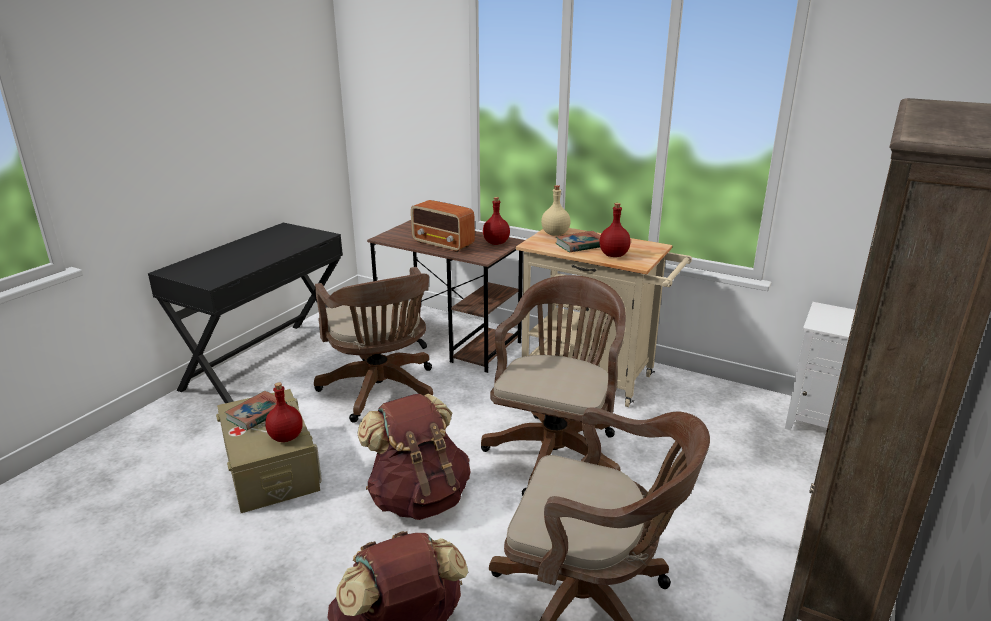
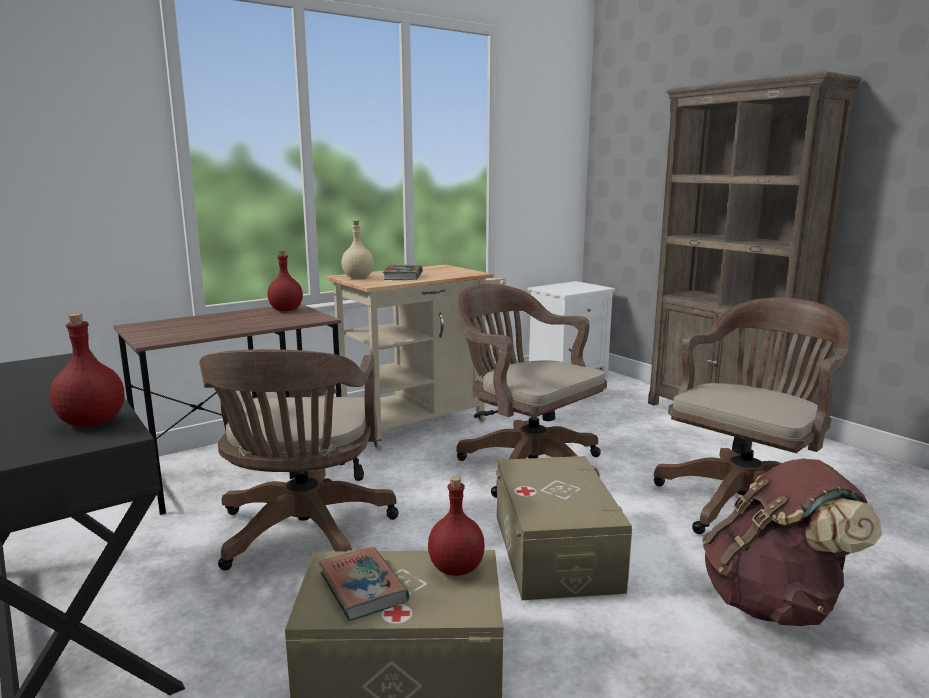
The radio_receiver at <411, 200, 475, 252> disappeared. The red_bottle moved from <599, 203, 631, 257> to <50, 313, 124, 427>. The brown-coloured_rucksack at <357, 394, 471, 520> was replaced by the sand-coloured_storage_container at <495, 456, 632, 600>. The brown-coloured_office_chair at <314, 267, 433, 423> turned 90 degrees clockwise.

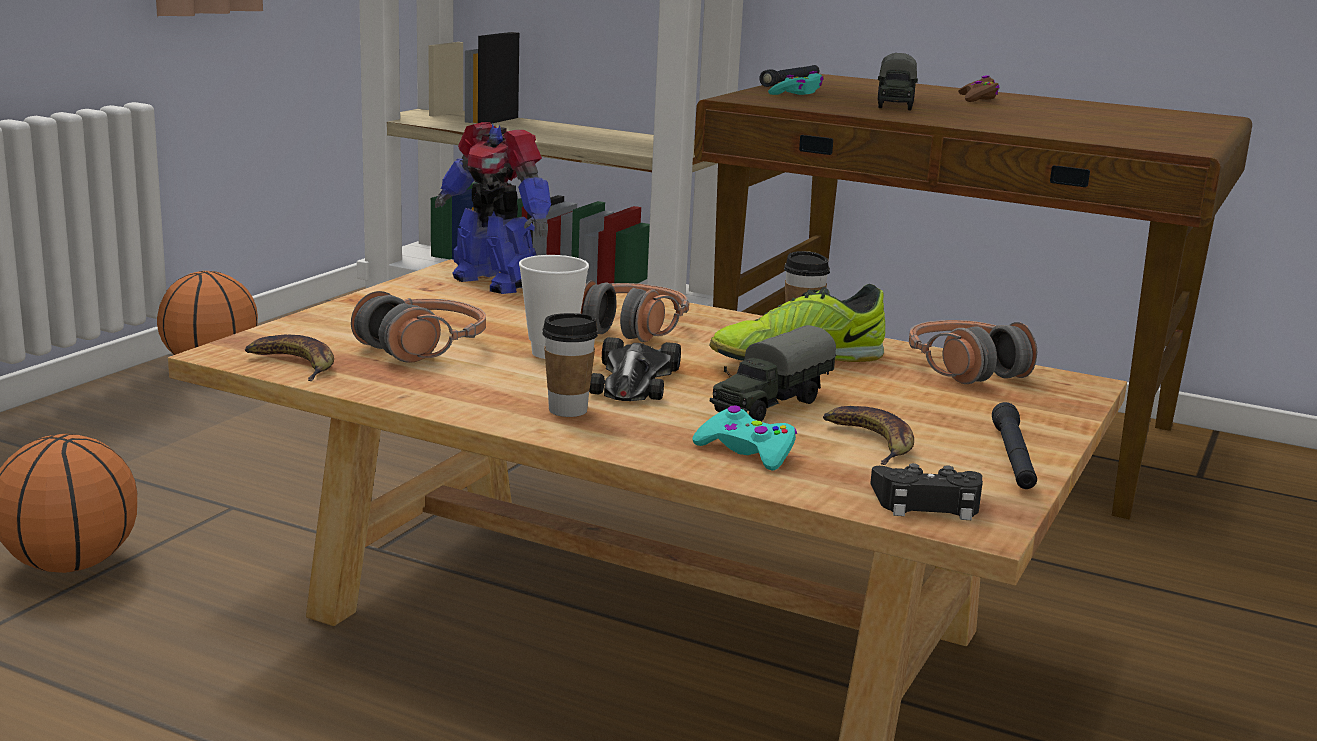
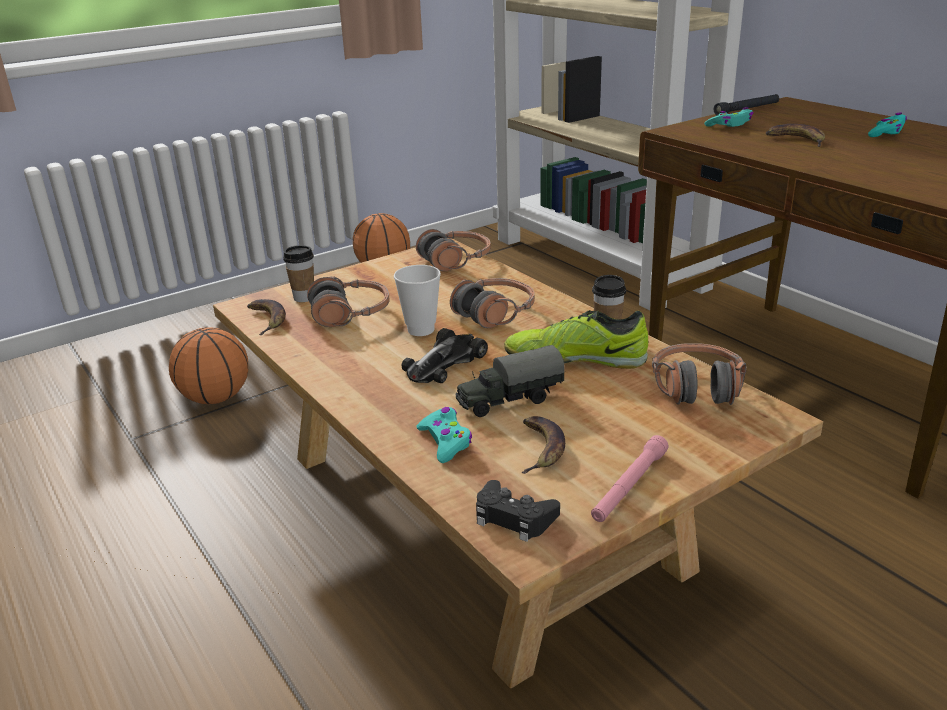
The drinking_cup moved from <542, 313, 598, 417> to <283, 245, 314, 302>. The toy_robot at <435, 122, 551, 294> was replaced by the headphones at <416, 229, 491, 271>. The toy_lorry at <878, 53, 918, 110> was replaced by the whole_banana at <766, 124, 825, 147>. The brown-coloured_joypad at <958, 75, 999, 102> became the blue-green_joypad at <868, 113, 907, 137>. The blackish_hand_torch at <992, 402, 1037, 489> became the pink-coloured_hand_torch at <591, 435, 669, 522>.

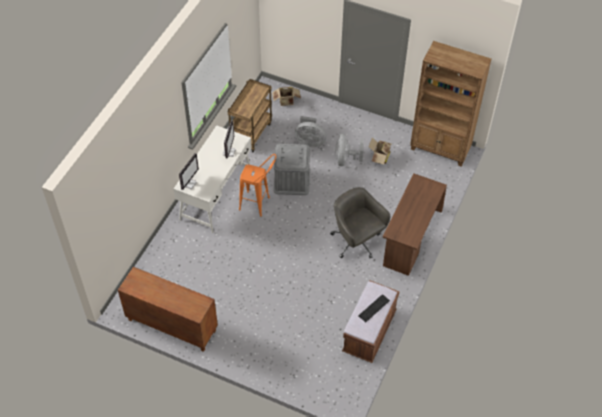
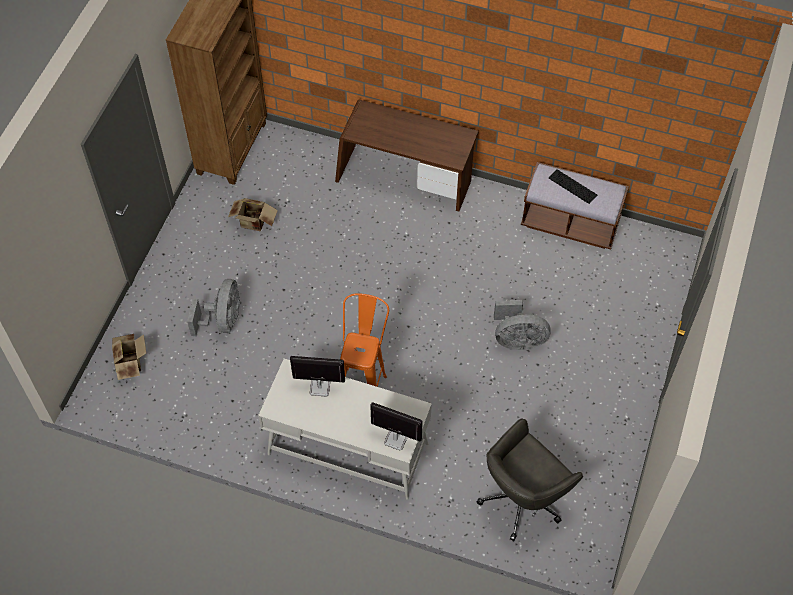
The brown-coloured_cabinet at <118, 267, 218, 352> disappeared. The brown-coloured_cart at <228, 79, 272, 152> disappeared. The gray_storage_container at <273, 144, 310, 195> disappeared. The gray_office_chair moved from <330, 187, 390, 258> to <476, 418, 583, 541>. The gray_electric_fan moved from <335, 134, 364, 166> to <494, 300, 551, 350>.

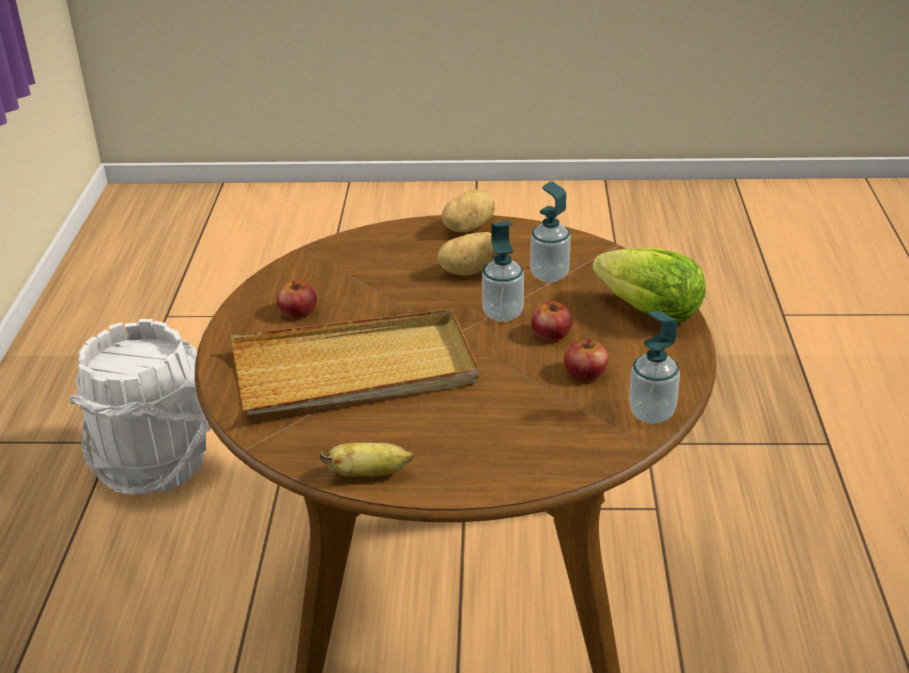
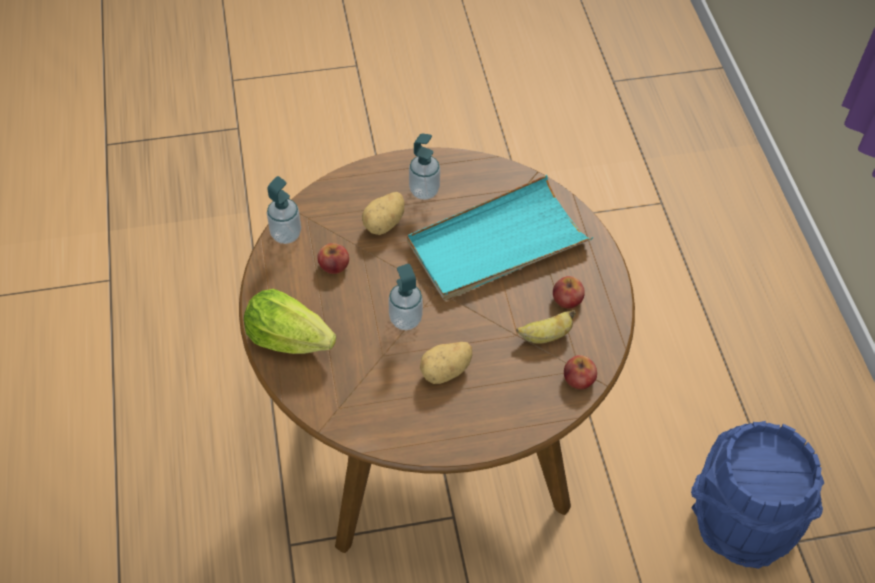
The whole_banana moved from <320, 443, 414, 476> to <516, 310, 576, 344>. The whole_potato moved from <441, 188, 495, 232> to <362, 192, 405, 235>. The liquid_soap_bottle moved from <530, 181, 571, 282> to <409, 133, 440, 200>. The apple moved from <531, 301, 573, 341> to <564, 355, 597, 389>. The white_bucket at <70, 319, 211, 495> became the bluish_bucket at <691, 421, 824, 569>. The sand-coloured_carrying_tray at <231, 309, 479, 415> became the blue-green_carrying_tray at <407, 175, 593, 300>.

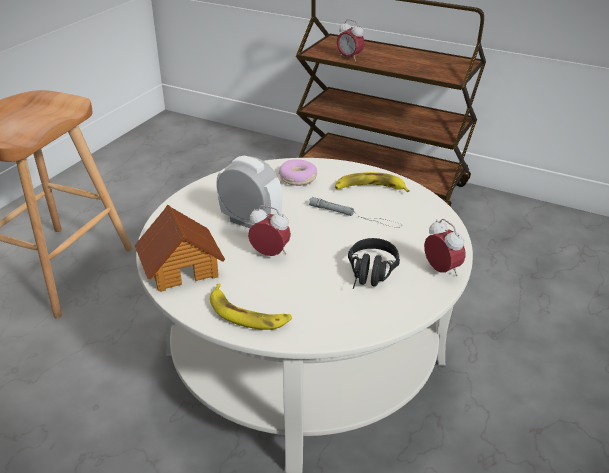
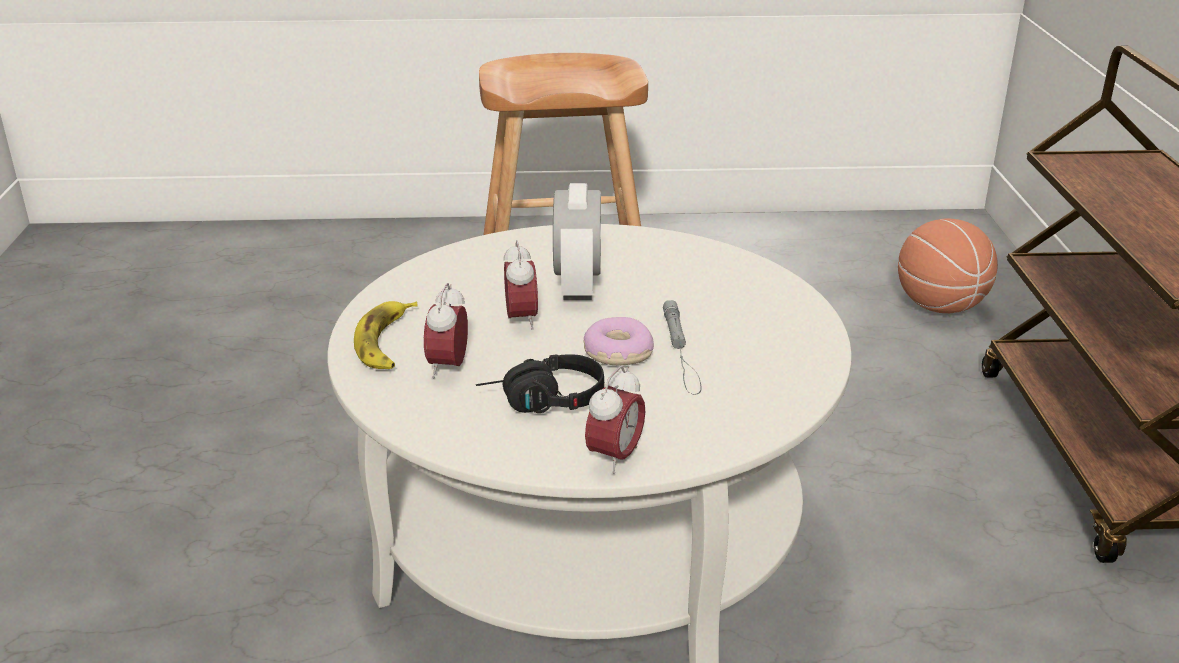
The miniature_house at <135, 205, 225, 292> disappeared. The whole_banana at <335, 172, 410, 192> disappeared. The ball_for_basketball at <898, 218, 998, 313> appeared. The ring_doughnut moved from <279, 159, 317, 186> to <584, 317, 654, 366>. The bedside_clock moved from <337, 19, 365, 62> to <424, 283, 468, 379>.

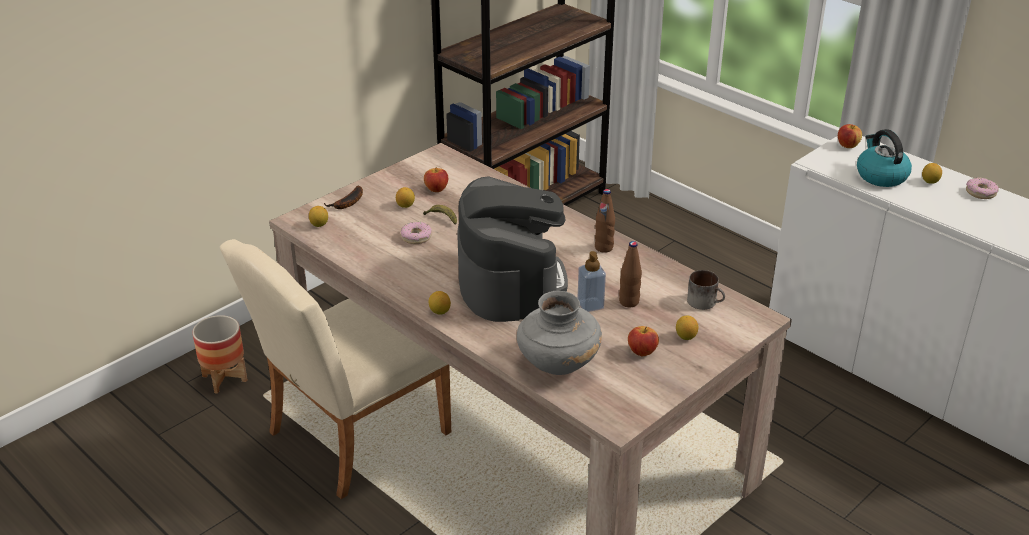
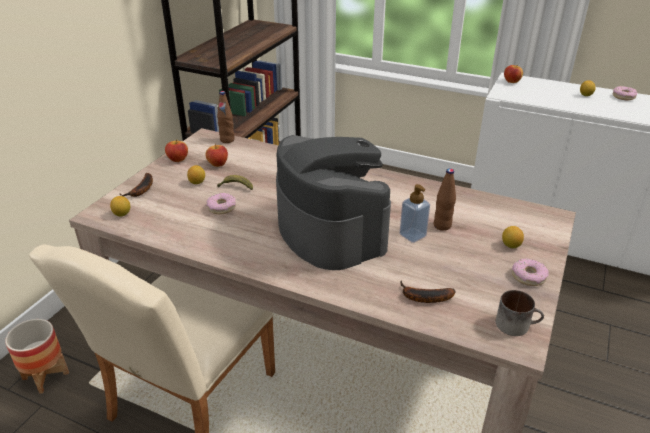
The whole_lemon at <429, 291, 451, 315> disappeared. The water_kettle at <857, 129, 912, 187> disappeared. The ring_doughnut at <512, 258, 549, 286> appeared. The brown-coloured_bottle moved from <595, 189, 615, 253> to <217, 91, 234, 143>. The apple moved from <628, 326, 659, 356> to <165, 139, 188, 162>. The mug moved from <687, 270, 725, 310> to <496, 290, 544, 336>. The gray_flower_vase at <517, 291, 602, 375> was replaced by the whole_banana at <401, 280, 456, 303>.

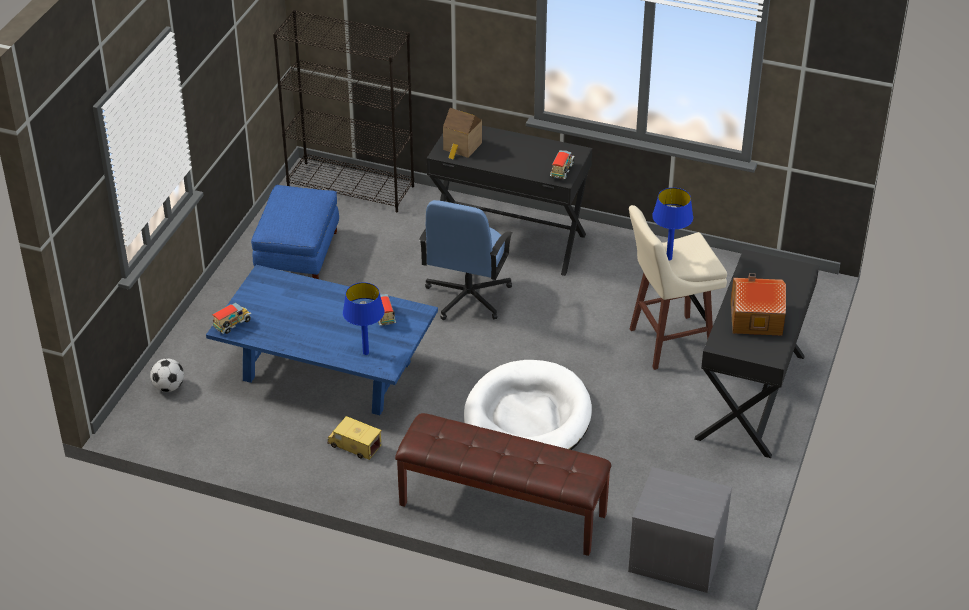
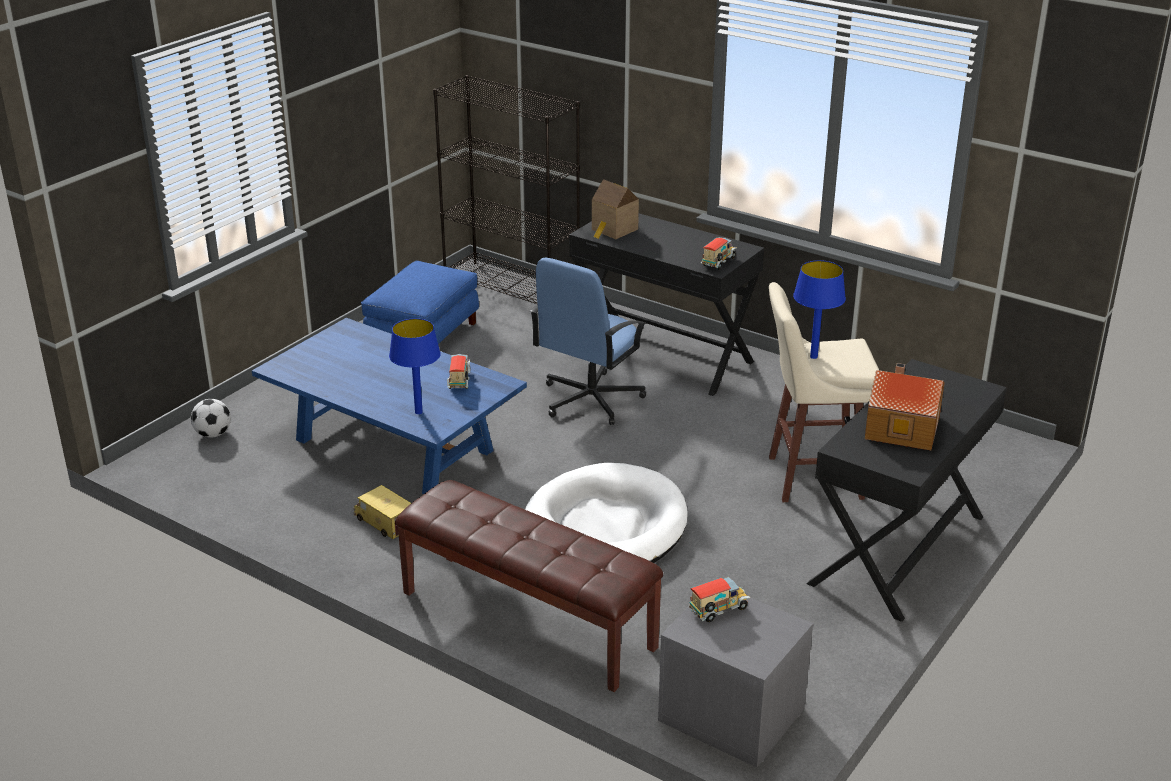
The toy_lorry moved from <212, 303, 252, 334> to <689, 577, 750, 622>.

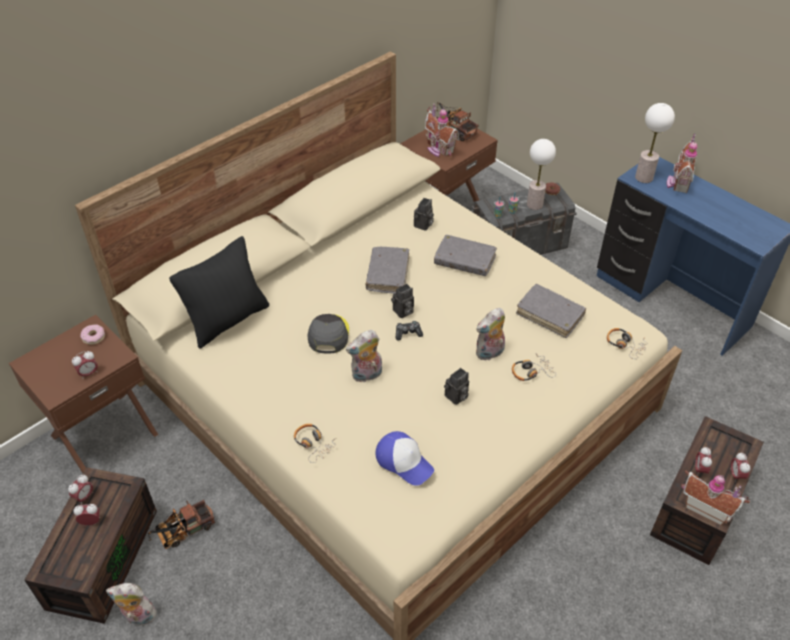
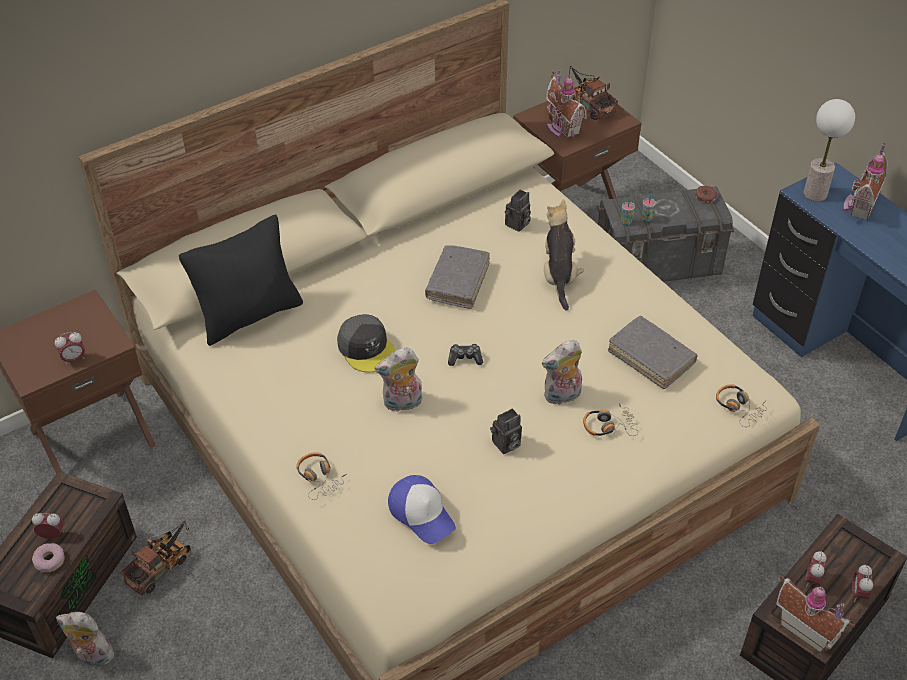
The bedside_clock at <68, 475, 93, 505> disappeared. The still_camera at <391, 284, 414, 318> disappeared. The tabletop_lamp at <527, 139, 556, 210> disappeared. The ring_doughnut moved from <80, 324, 105, 345> to <32, 543, 65, 572>. The gray_bound_book at <434, 235, 497, 276> was replaced by the soft_toy at <544, 199, 584, 311>. The toy_lorry at <148, 500, 215, 549> turned 150 degrees clockwise. The gray_peaked_cap at <307, 314, 349, 353> turned 135 degrees clockwise.

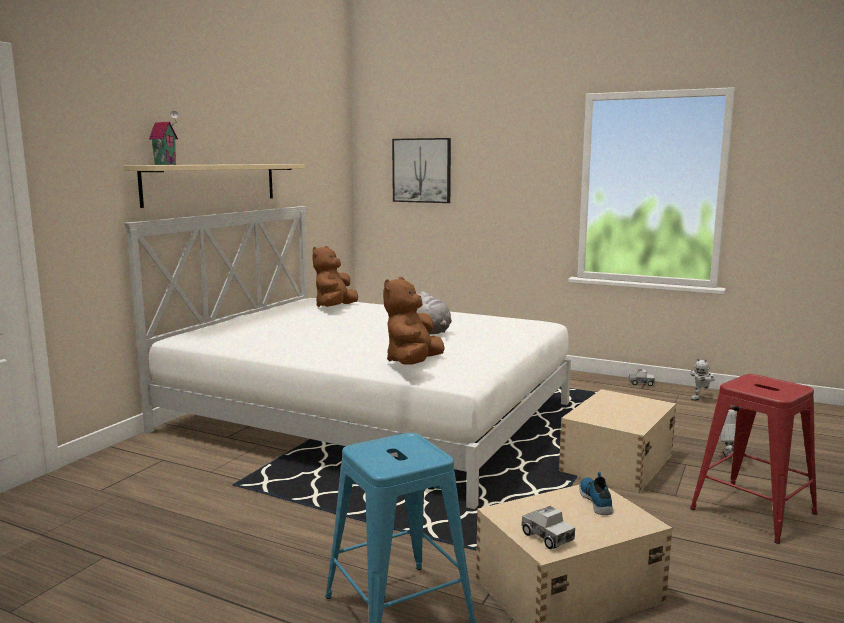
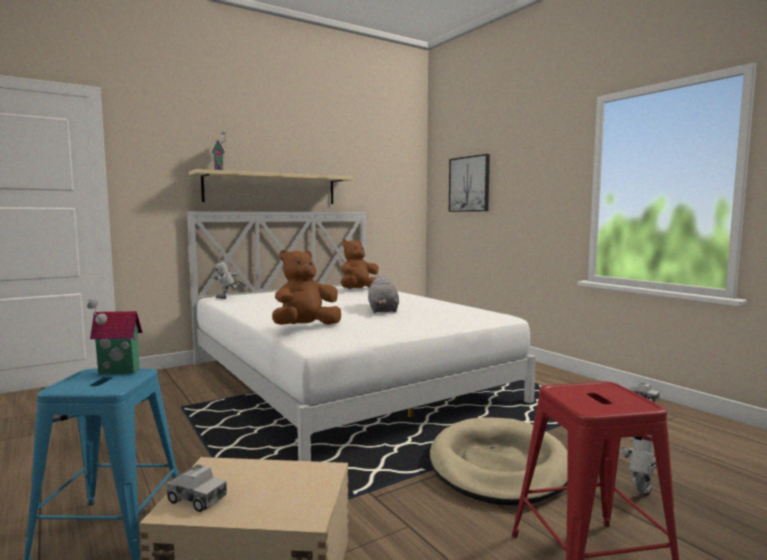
The shoe at <579, 472, 613, 515> disappeared. The miniature_house at <87, 298, 142, 374> appeared. The toy_robot moved from <691, 358, 715, 401> to <213, 260, 246, 299>. The sand-coloured_storage_container at <559, 389, 676, 494> was replaced by the sand-coloured_dog_cushion at <430, 417, 568, 505>. The toy_lorry at <521, 506, 575, 550> turned 60 degrees counterclockwise.

